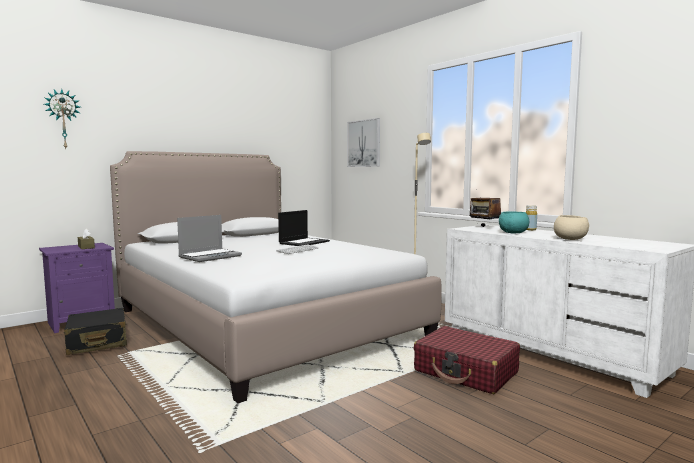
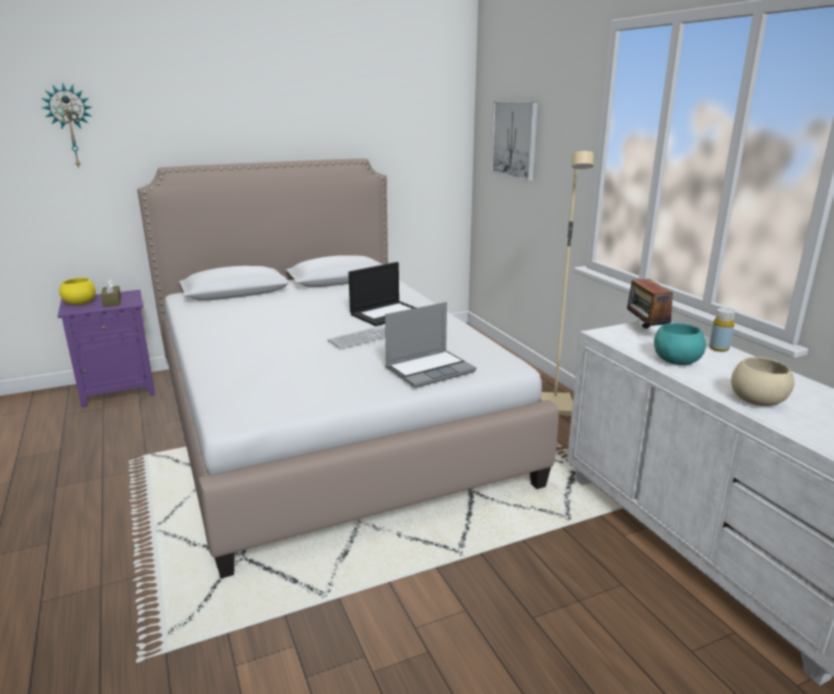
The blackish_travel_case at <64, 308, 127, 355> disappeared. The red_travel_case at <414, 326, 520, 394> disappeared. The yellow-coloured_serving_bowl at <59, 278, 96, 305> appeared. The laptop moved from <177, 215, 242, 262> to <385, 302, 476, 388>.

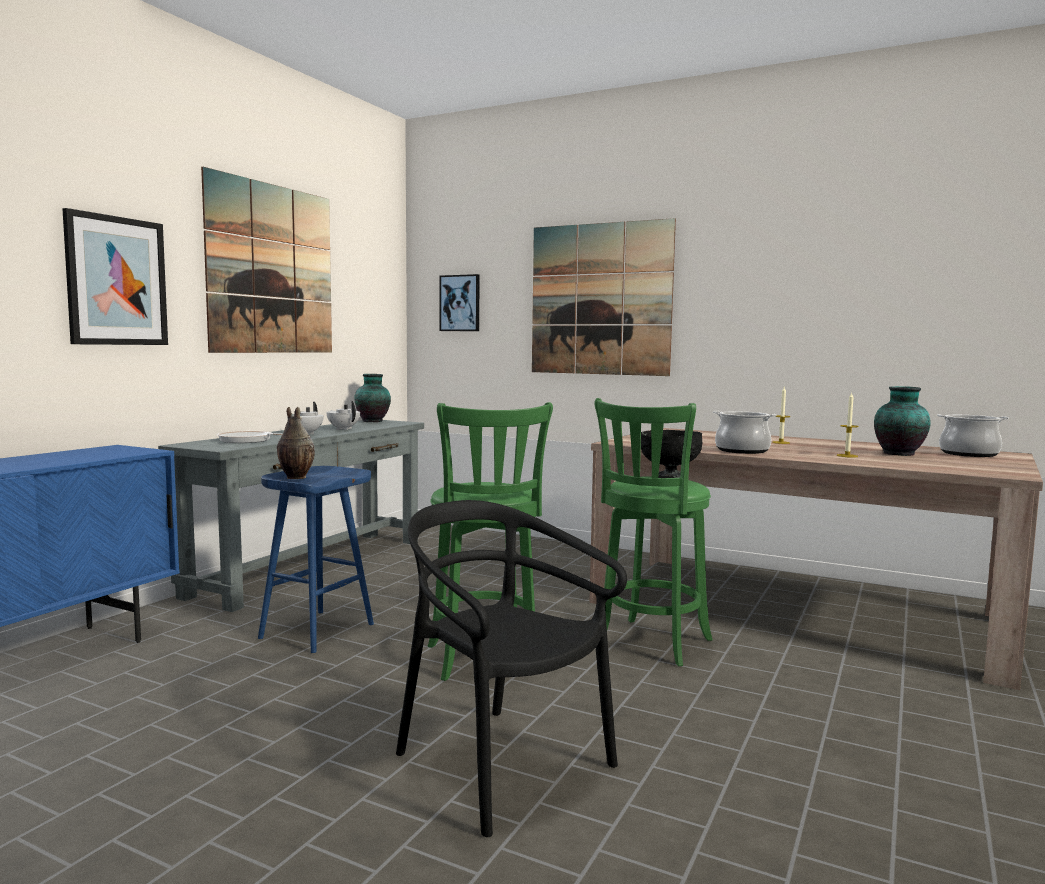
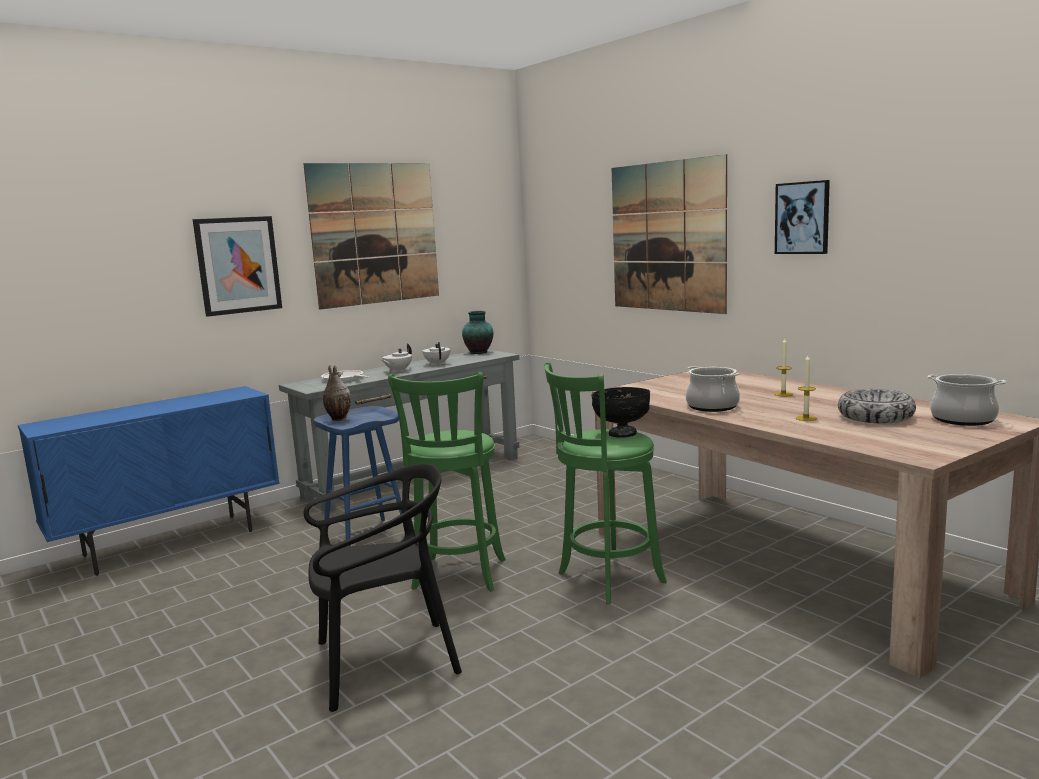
The wall_art moved from <440, 274, 480, 331> to <775, 180, 830, 254>. The flower_vase at <874, 386, 931, 456> was replaced by the serving_bowl at <838, 389, 916, 423>. The blackish_plain_chair at <396, 500, 627, 837> turned 90 degrees clockwise.

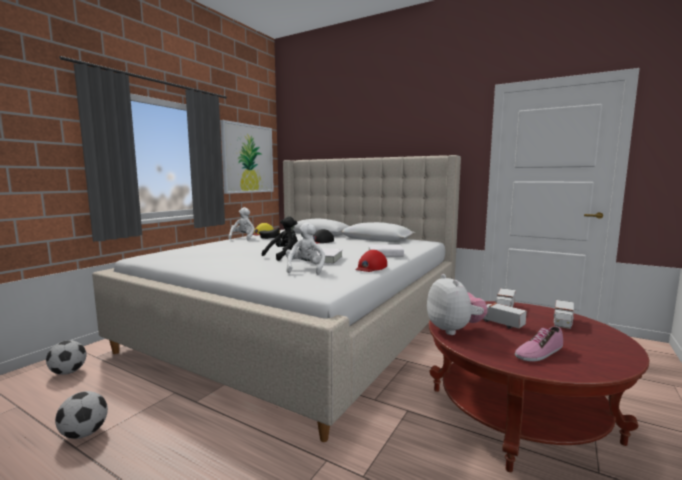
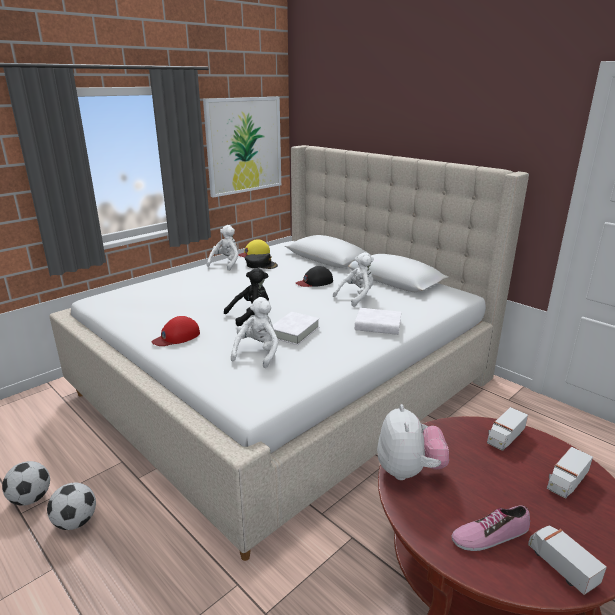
The white_soft_toy at <333, 252, 374, 307> appeared. The football_ball moved from <46, 340, 86, 375> to <47, 482, 96, 530>. The red_peaked_cap moved from <355, 250, 387, 272> to <151, 316, 200, 346>. The toy_lorry moved from <483, 303, 527, 329> to <528, 525, 607, 595>.

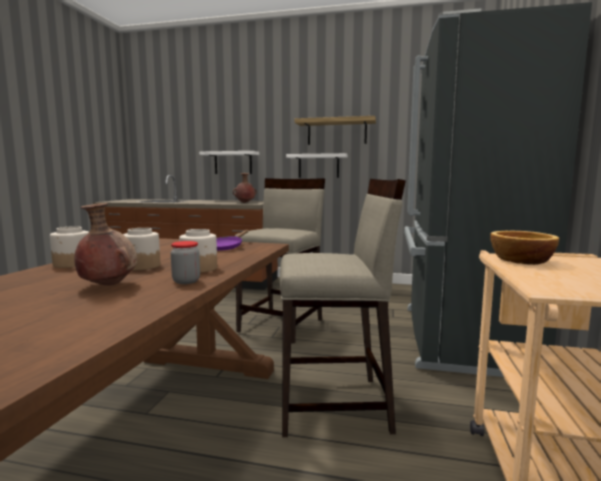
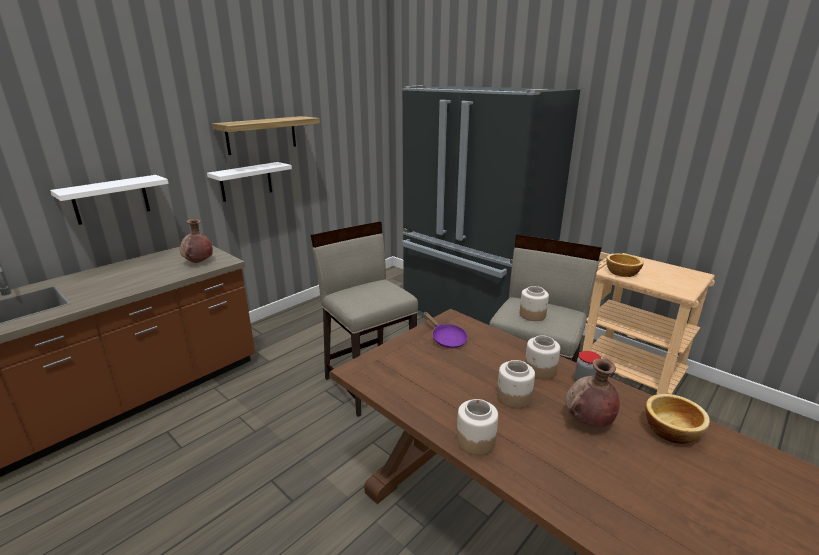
The storage_jar at <520, 286, 549, 321> appeared. The serving_bowl at <645, 394, 710, 444> appeared.

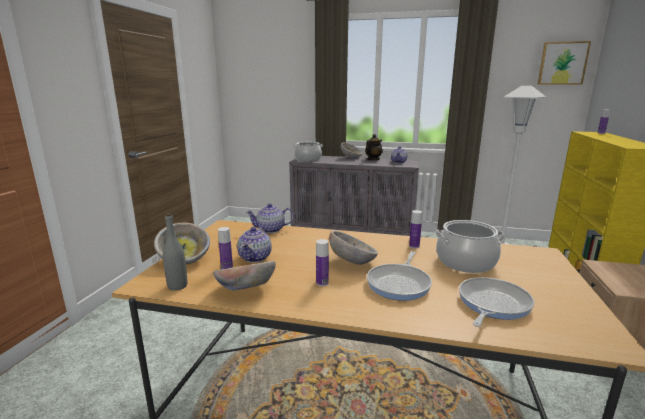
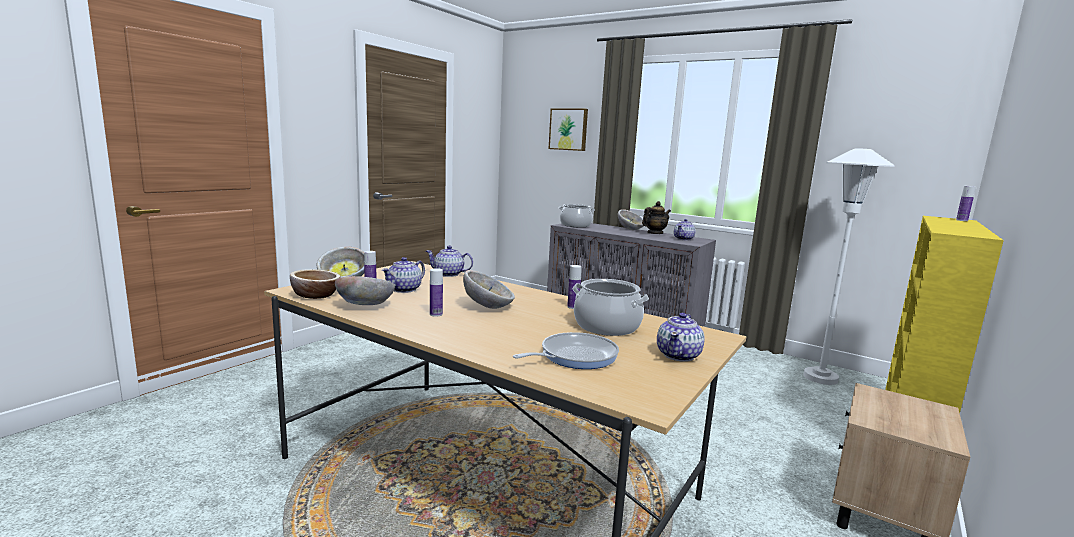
The skillet at <367, 251, 432, 301> disappeared. The pot_for_tea at <657, 313, 705, 362> appeared. The wall_art moved from <538, 41, 591, 84> to <549, 108, 588, 151>. The gray_bottle at <163, 213, 187, 291> was replaced by the serving_bowl at <290, 269, 341, 299>.

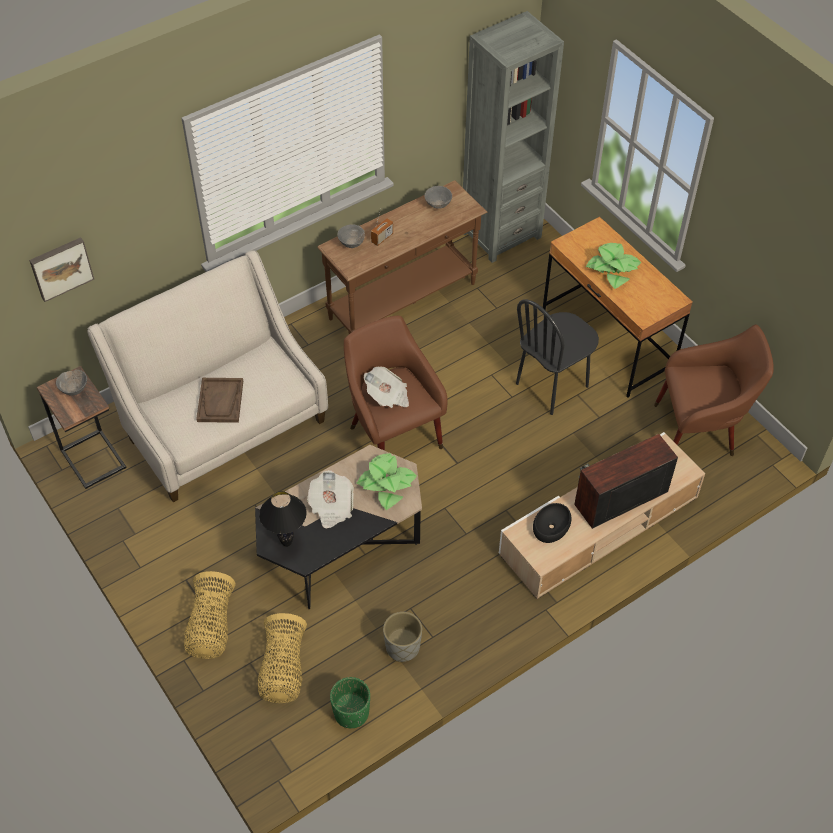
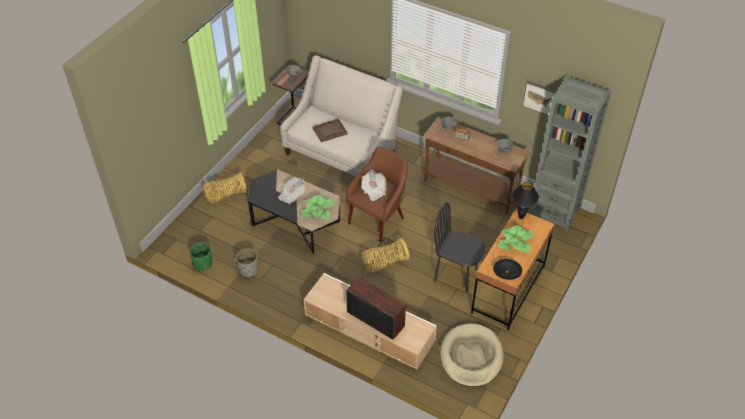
The wall_art moved from <29, 237, 94, 302> to <522, 81, 557, 116>. The household_basket moved from <258, 613, 307, 703> to <362, 238, 409, 272>. The blackish_tabletop_lamp moved from <259, 491, 306, 547> to <512, 182, 539, 219>. The blackish_serving_bowl moved from <533, 503, 571, 543> to <493, 259, 522, 280>. The brown-coloured_easy_chair at <654, 324, 774, 456> was replaced by the sand-coloured_dog_cushion at <440, 323, 504, 387>.

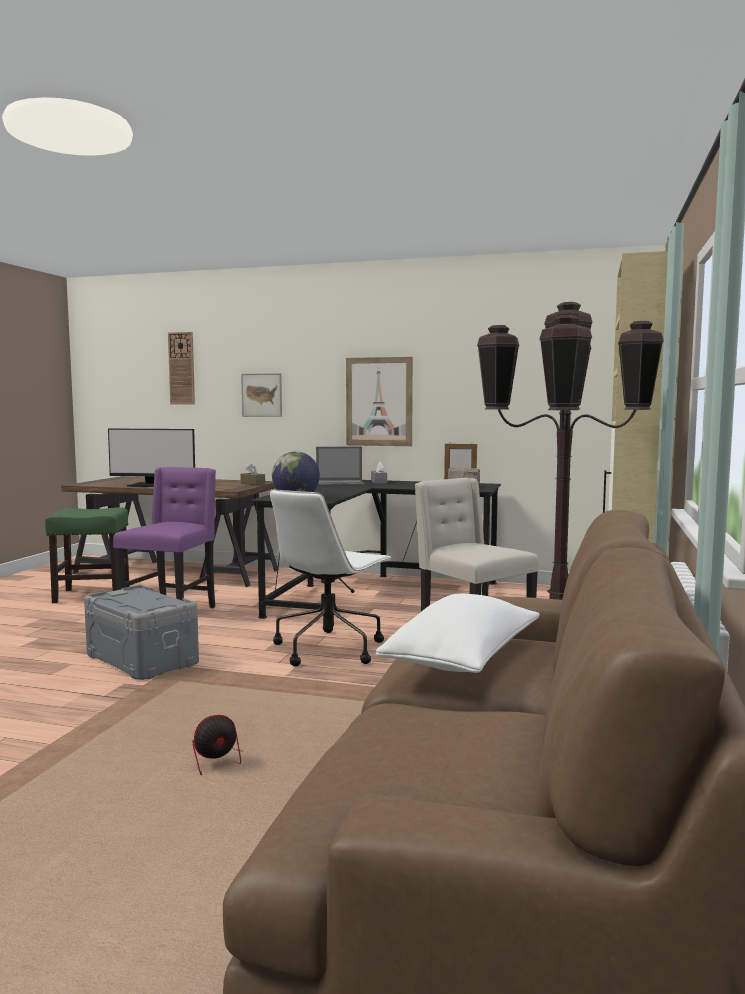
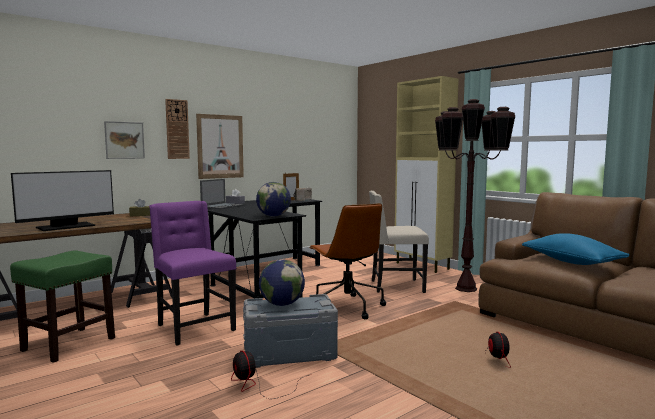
The electric_fan at <231, 350, 309, 399> appeared. The globe at <259, 259, 305, 306> appeared. The hanging_clock moved from <168, 332, 195, 405> to <165, 99, 190, 159>. The white_office_chair at <270, 489, 393, 666> became the brown-coloured_office_chair at <309, 203, 386, 319>. The white_pillow at <376, 594, 540, 673> became the bluish_pillow at <522, 233, 630, 265>.

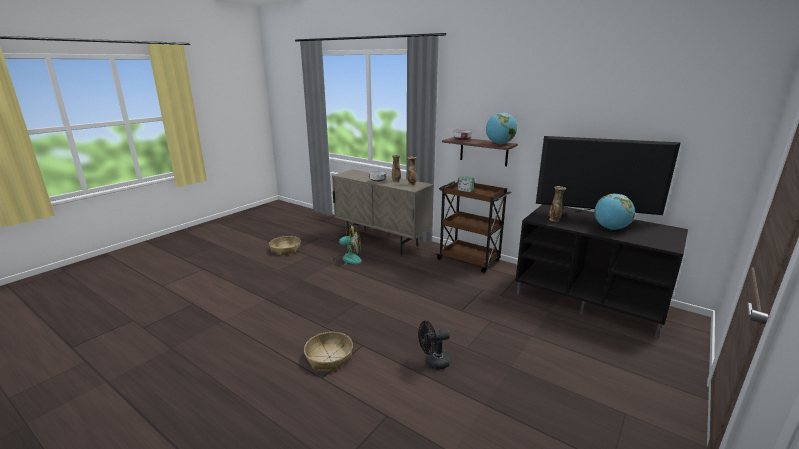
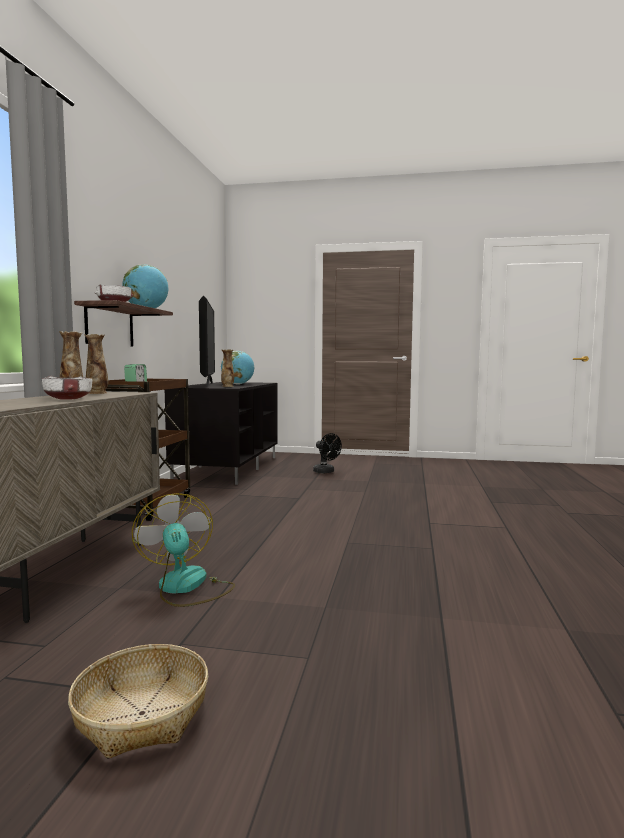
The household_basket at <304, 332, 353, 371> disappeared. The blackish_electric_fan moved from <418, 320, 450, 370> to <313, 433, 342, 473>.

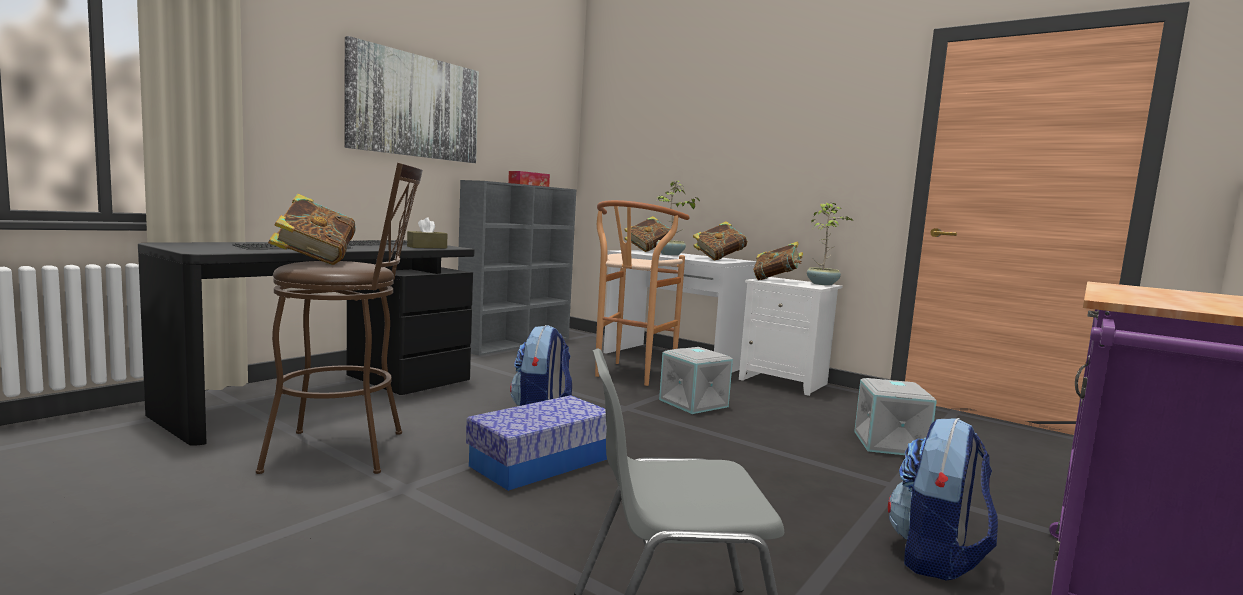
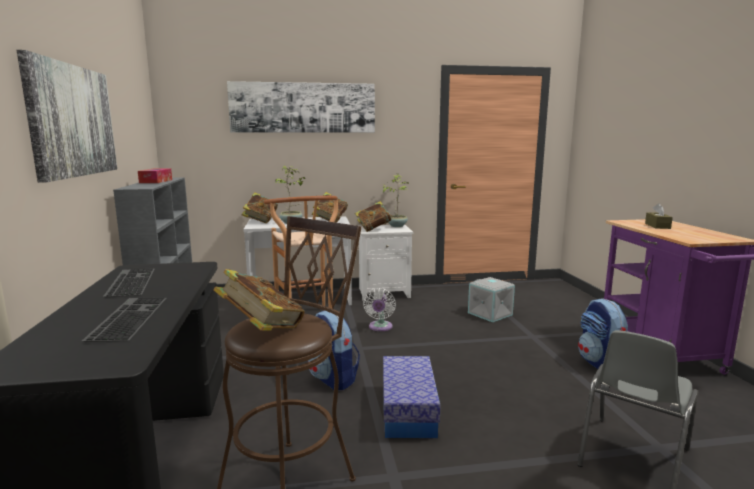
The wall_art at <227, 81, 375, 133> appeared. The brown-coloured_box_of_tissues moved from <407, 217, 447, 248> to <645, 203, 673, 229>. The gray_storage_container at <659, 347, 733, 414> was replaced by the white_electric_fan at <363, 288, 396, 331>.

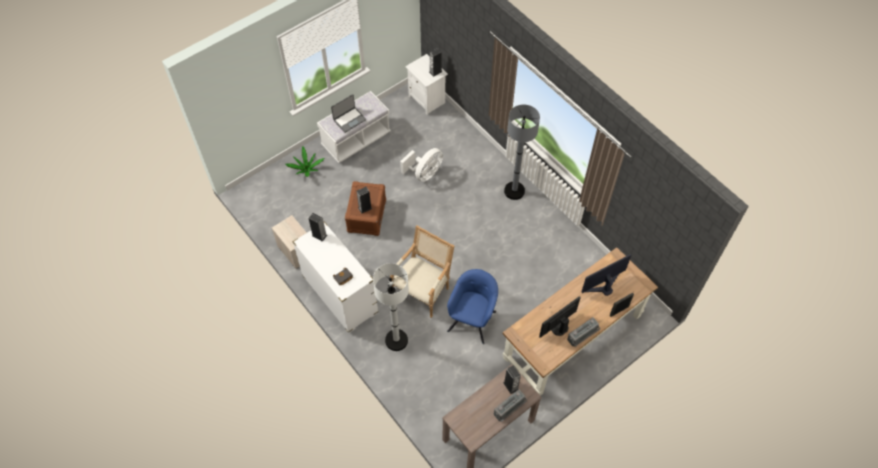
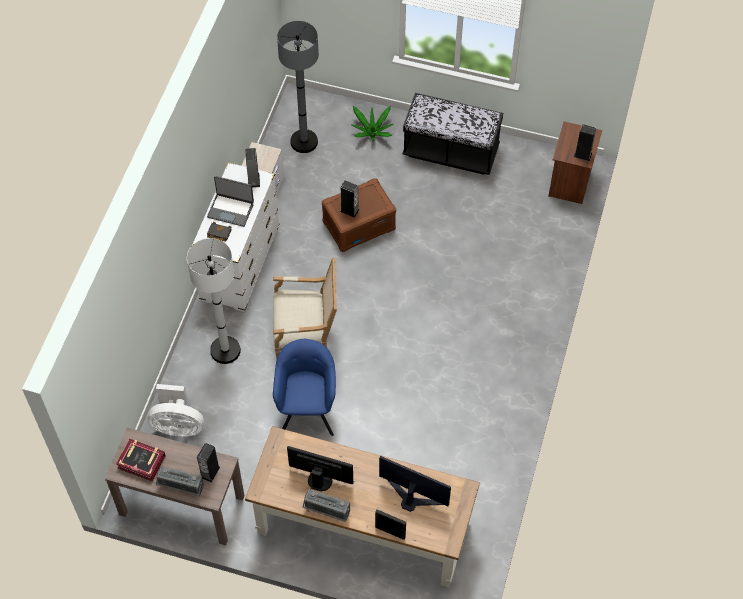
The bound_book at <116, 439, 166, 481> appeared. The laptop moved from <331, 94, 366, 133> to <207, 176, 254, 227>. The white_electric_fan moved from <400, 148, 443, 182> to <148, 384, 204, 437>. The gray_floor_lamp moved from <504, 105, 540, 200> to <277, 21, 319, 153>. The white_long_seat at <317, 91, 391, 163> became the blackish_long_seat at <402, 93, 503, 175>. The white_night_table at <405, 54, 448, 115> became the brown-coloured_night_table at <548, 121, 602, 204>. The bluish_easy_chair at <447, 269, 498, 344> turned 75 degrees counterclockwise.

